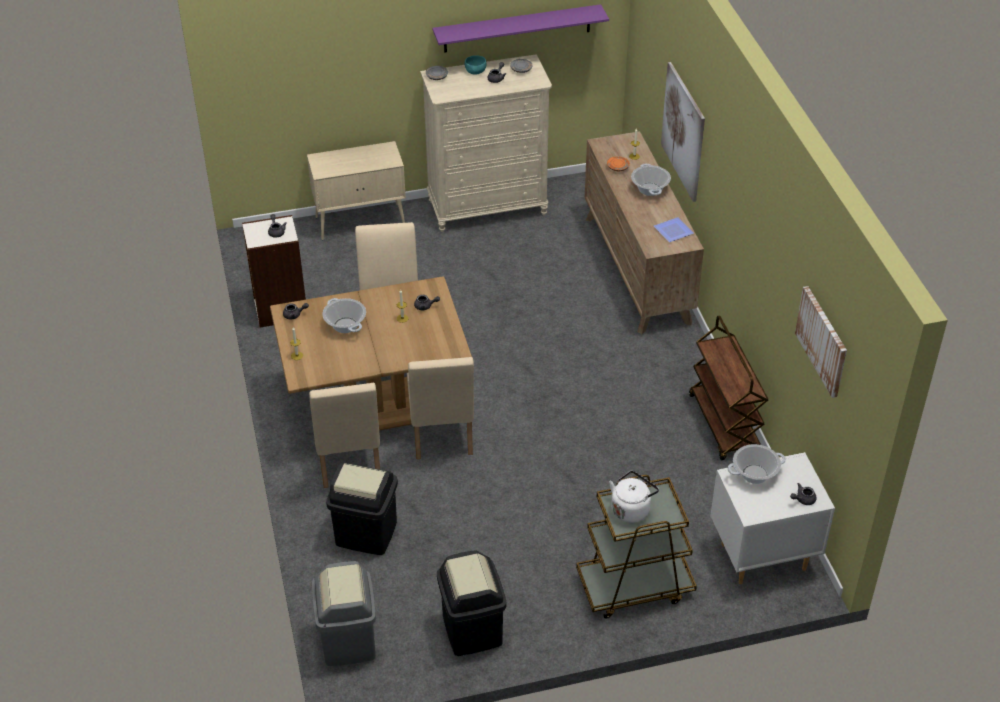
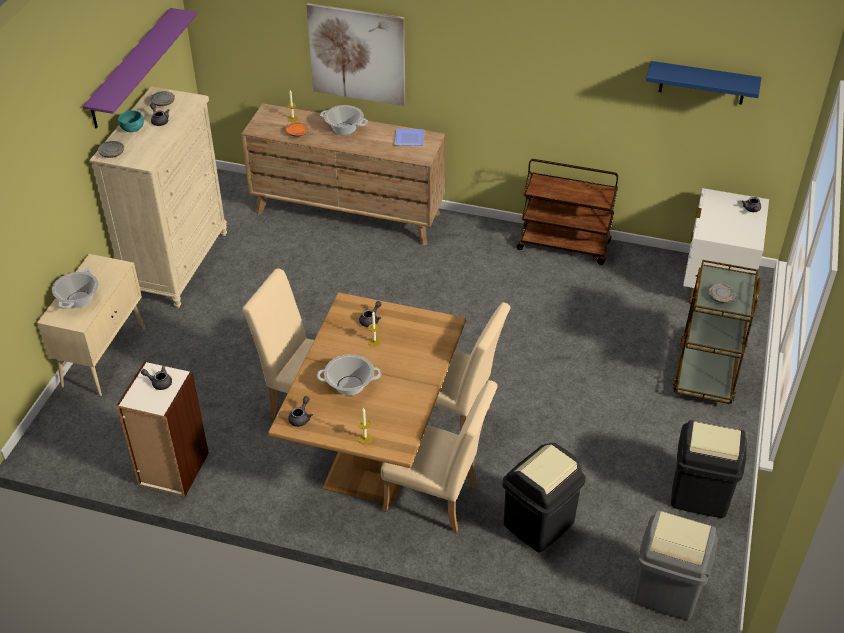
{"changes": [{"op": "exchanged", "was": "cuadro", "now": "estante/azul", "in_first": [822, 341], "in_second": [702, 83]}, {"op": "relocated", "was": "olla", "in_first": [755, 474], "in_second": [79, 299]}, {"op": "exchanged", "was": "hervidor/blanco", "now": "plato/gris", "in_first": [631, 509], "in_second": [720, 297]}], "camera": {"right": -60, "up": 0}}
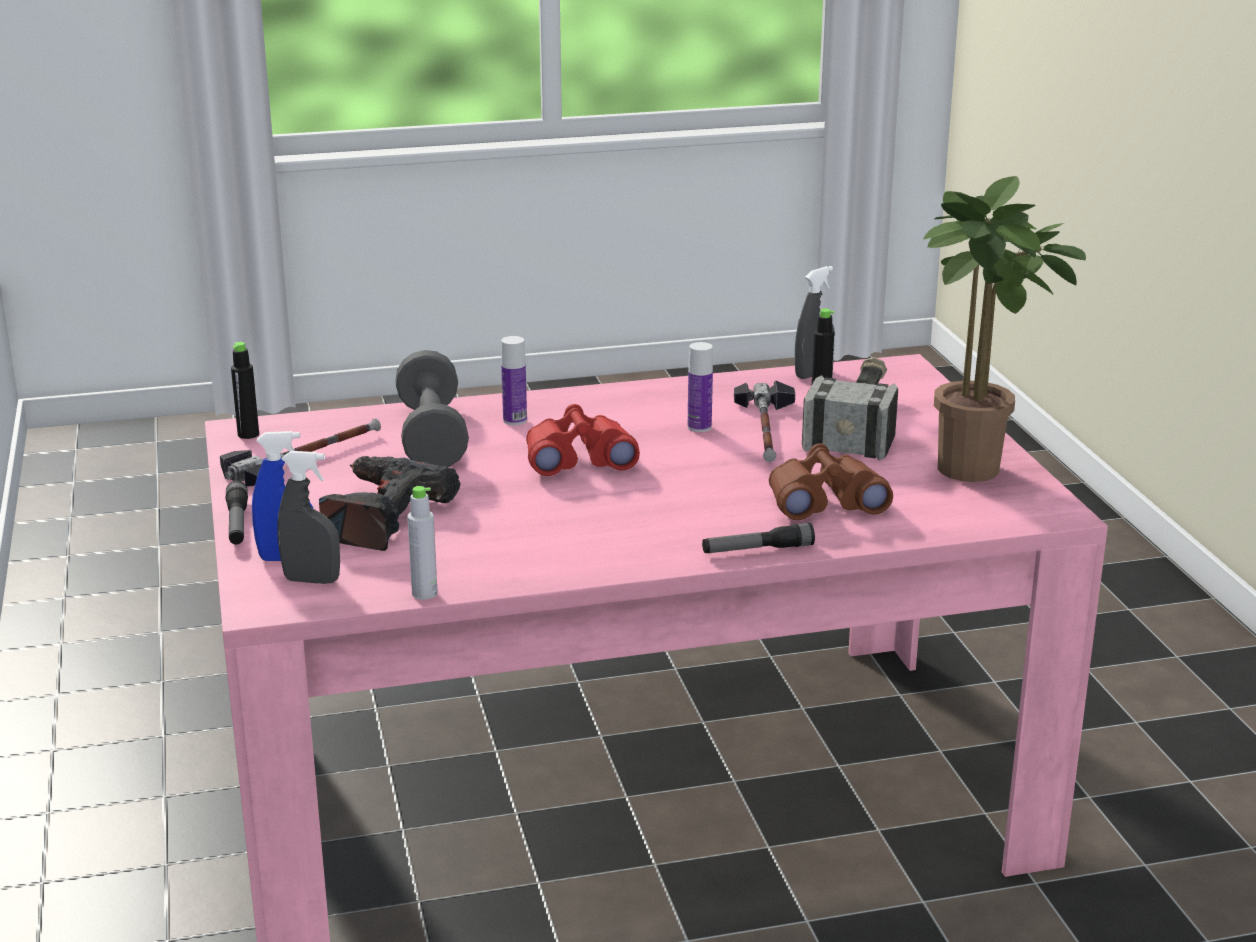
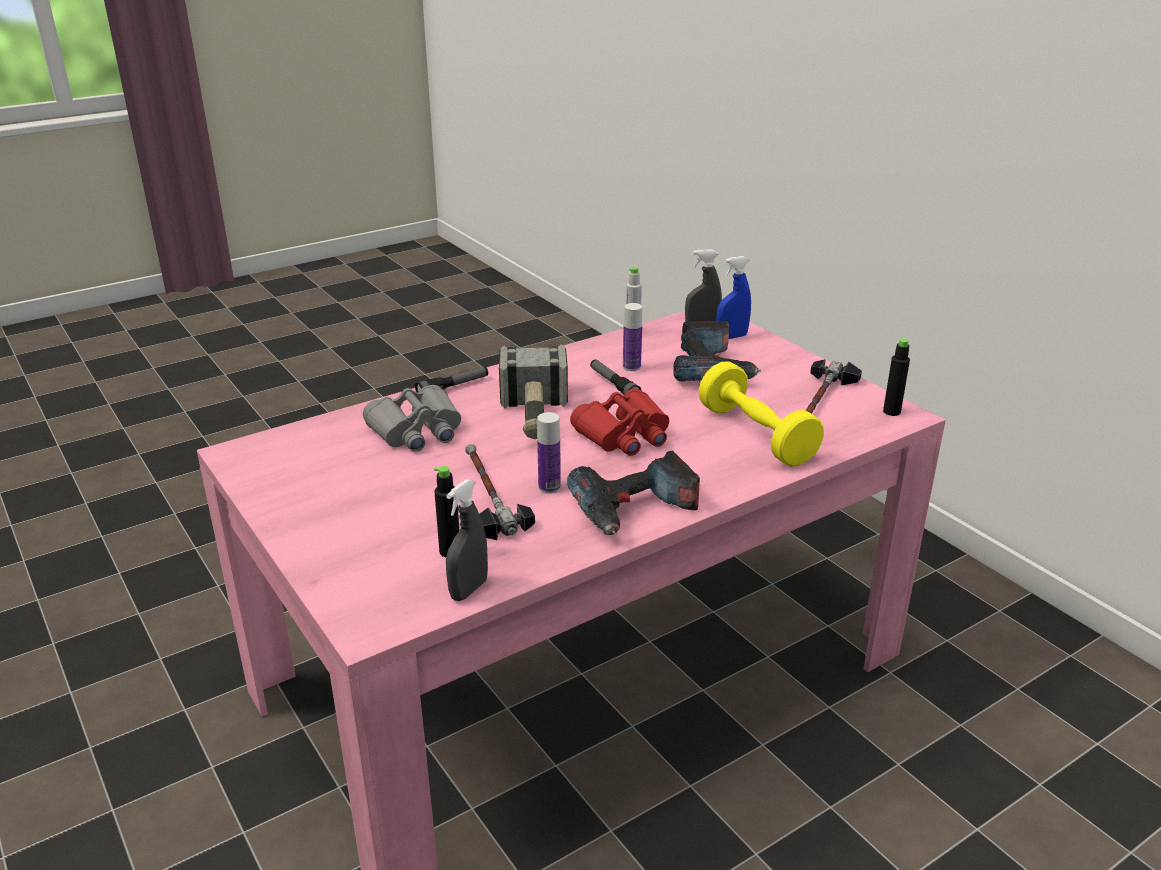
{"changes": [{"op": "missing", "was": "planta en maceta", "in_first": [975, 473]}, {"op": "relocated", "was": "botella", "in_first": [515, 420], "in_second": [631, 367]}, {"op": "colour", "was": "mancuerna/gris", "now": "mancuerna/amarillo", "in_first": [432, 437], "in_second": [756, 435]}, {"op": "relocated", "was": "martillo", "in_first": [858, 423], "in_second": [534, 415]}, {"op": "colour", "was": "prismáticos/marrón", "now": "prismáticos/gris", "in_first": [824, 501], "in_second": [417, 431]}, {"op": "relocated", "was": "linterna", "in_first": [237, 523], "in_second": [614, 385]}, {"op": "appeared", "now": "taladro", "in_second": [634, 510]}], "camera": {"right": 160, "up": 5}}
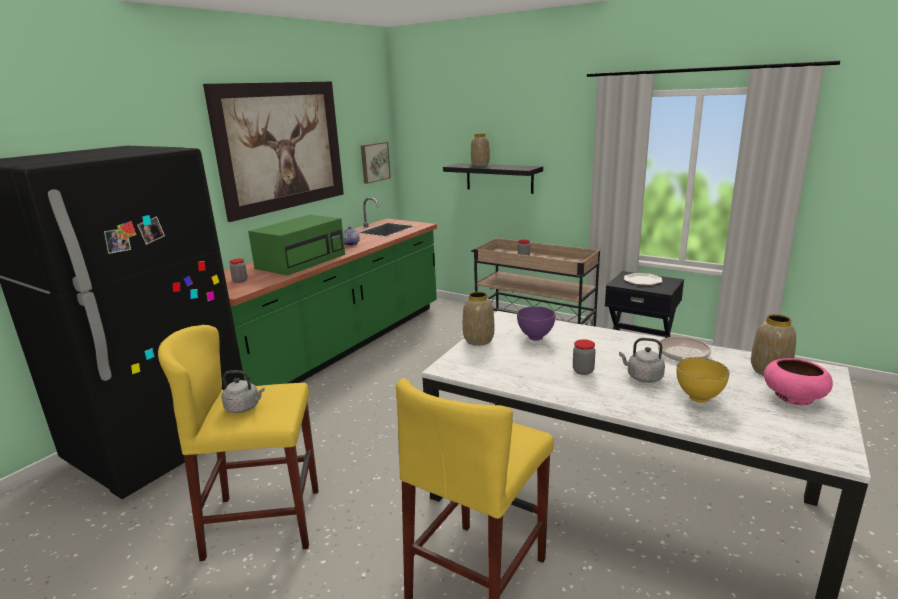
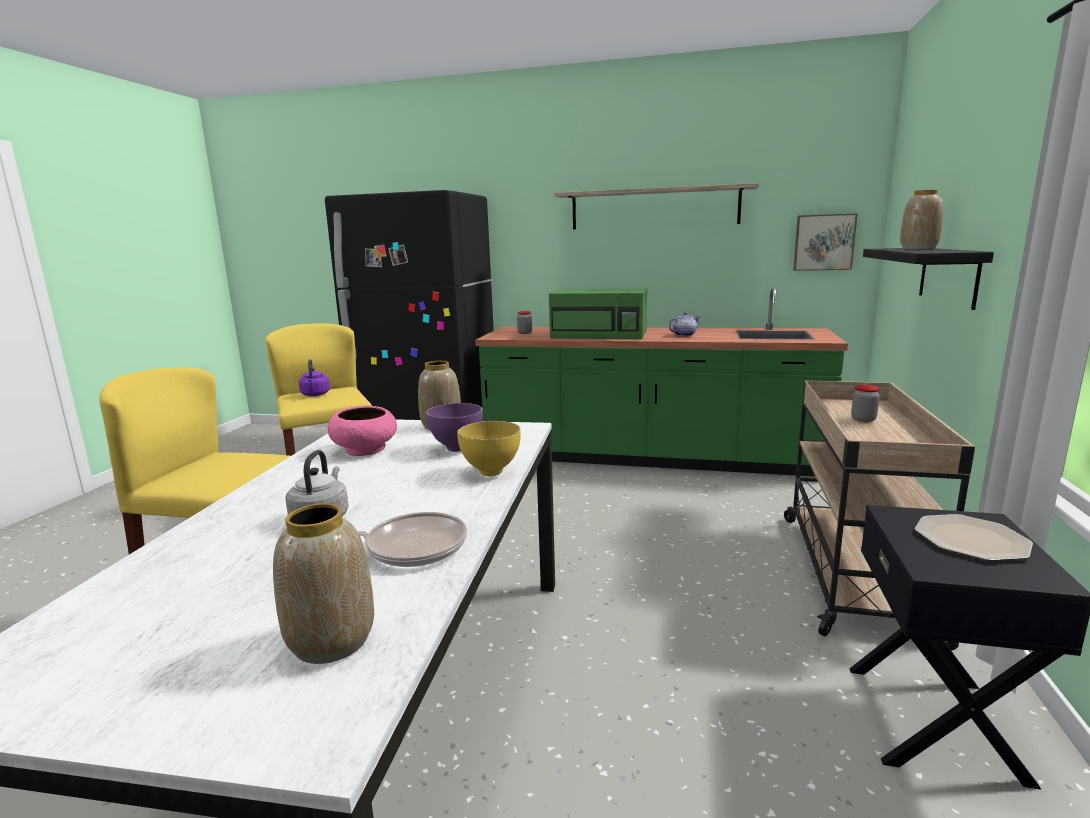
{"changes": [{"op": "exchanged", "was": "cuadro", "now": "estante", "in_first": [281, 146], "in_second": [654, 208]}, {"op": "missing", "was": "tarro", "in_first": [583, 371]}, {"op": "relocated", "was": "cuenco/amarillo", "in_first": [697, 398], "in_second": [492, 472]}, {"op": "relocated", "was": "cuenco/rosa", "in_first": [793, 397], "in_second": [366, 449]}, {"op": "colour", "was": "hervidor/gris", "now": "hervidor/morado", "in_first": [244, 407], "in_second": [315, 395]}], "camera": {"right": 70, "up": -5}}
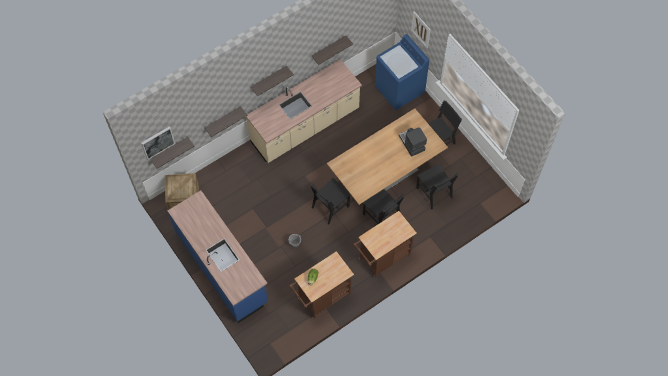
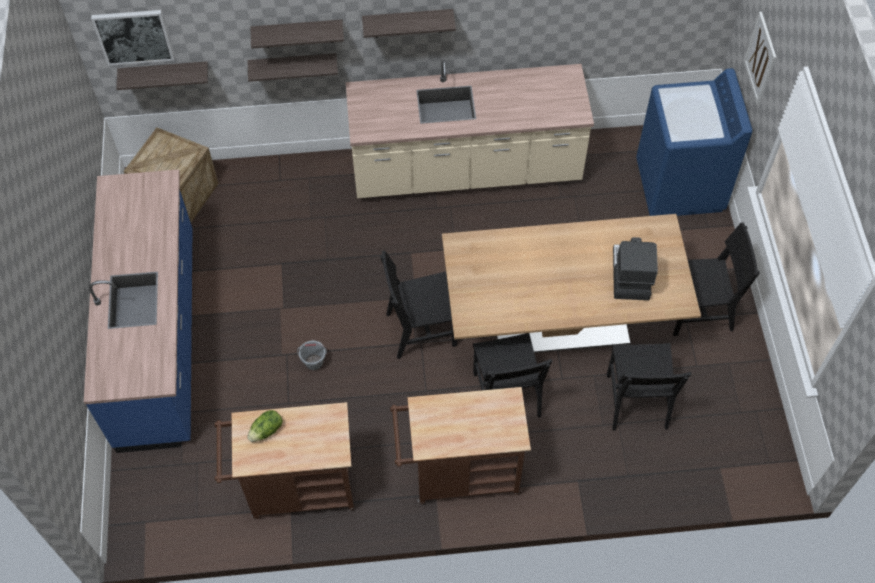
{"changes": [{"op": "relocated", "was": "estante", "in_first": [328, 49], "in_second": [298, 33]}], "camera": {"right": 30, "up": -5}}
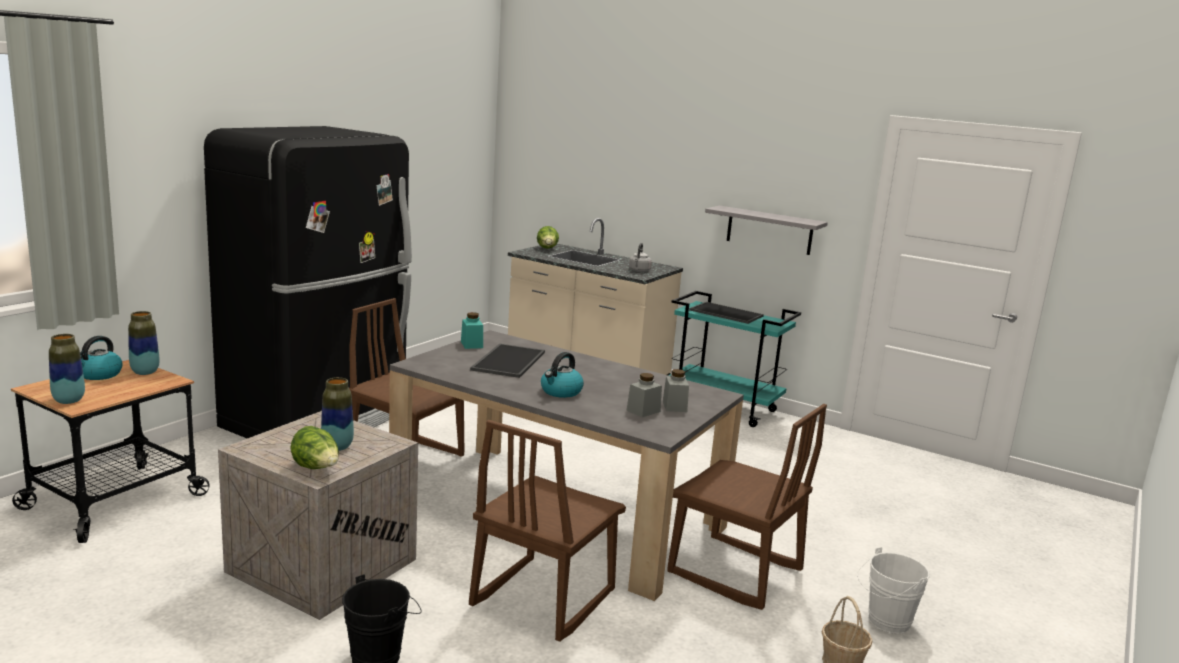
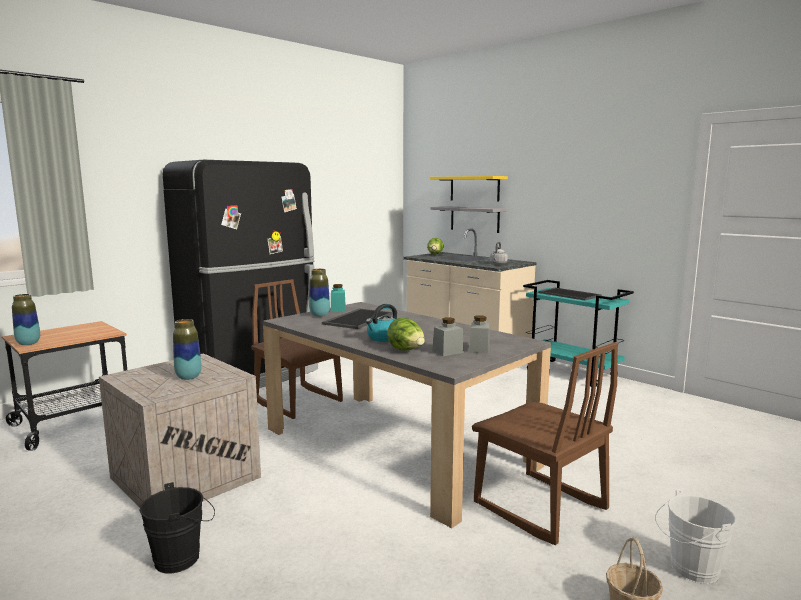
{"changes": [{"op": "relocated", "was": "estante/gris", "in_first": [769, 230], "in_second": [474, 219]}, {"op": "relocated", "was": "florero", "in_first": [145, 372], "in_second": [319, 315]}, {"op": "missing", "was": "hervidor", "in_first": [99, 375]}, {"op": "missing", "was": "silla/marrón", "in_first": [542, 598]}, {"op": "relocated", "was": "lechuga", "in_first": [316, 468], "in_second": [407, 351]}, {"op": "appeared", "now": "estante/amarillo", "in_second": [474, 188]}], "camera": {"right": 15, "up": -5}}
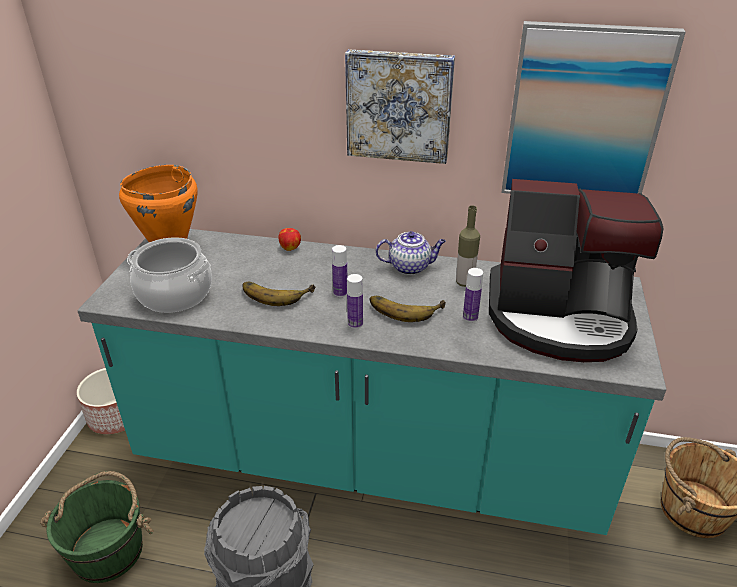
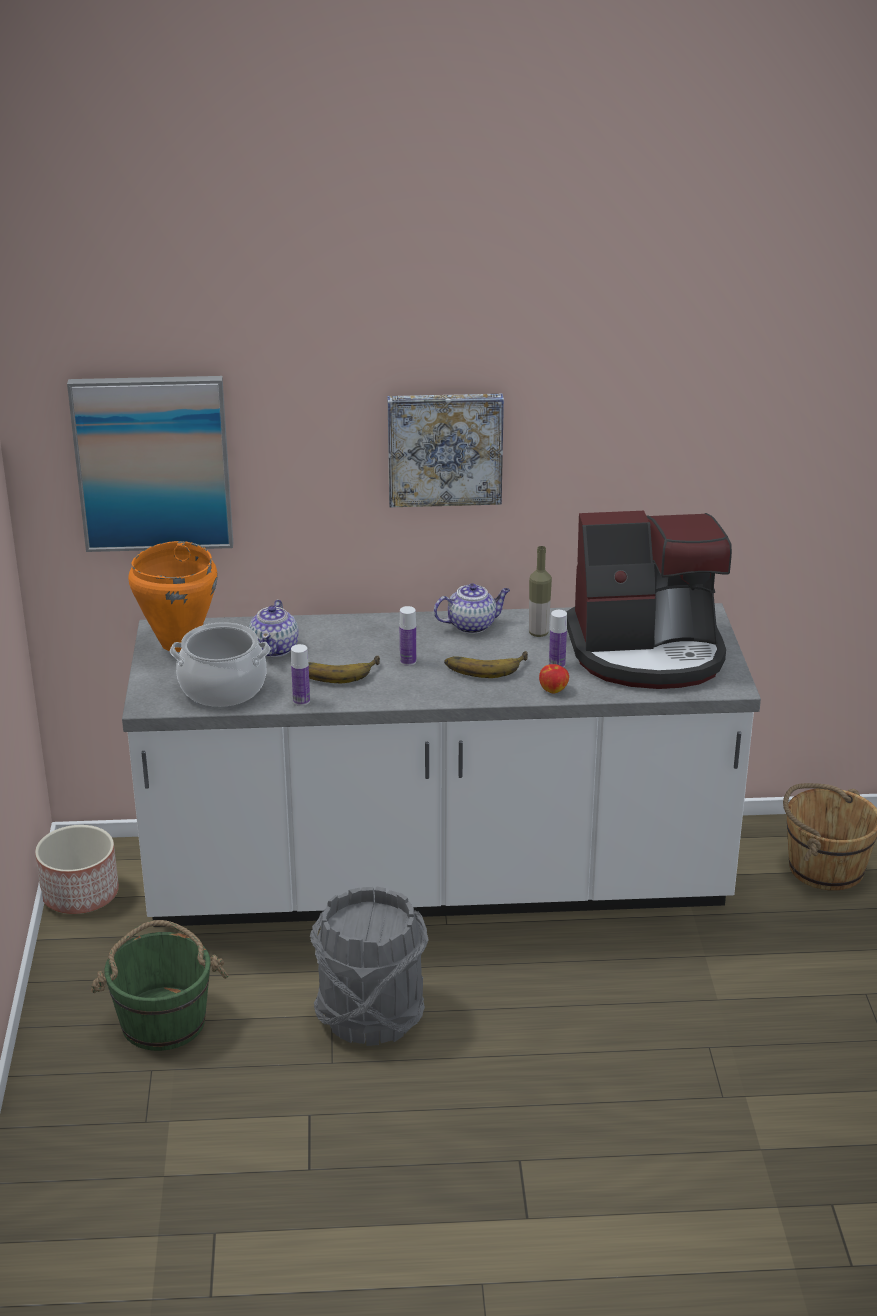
{"changes": [{"op": "relocated", "was": "cuadro", "in_first": [583, 116], "in_second": [153, 463]}, {"op": "relocated", "was": "manzana", "in_first": [290, 248], "in_second": [553, 689]}, {"op": "colour", "was": "mueble bajo de cocina/turquesa", "now": "mueble bajo de cocina/blanco", "in_first": [368, 460], "in_second": [438, 884]}, {"op": "relocated", "was": "botella", "in_first": [355, 324], "in_second": [301, 701]}, {"op": "appeared", "now": "tetera", "in_second": [275, 648]}], "camera": {"right": -15, "up": -5}}
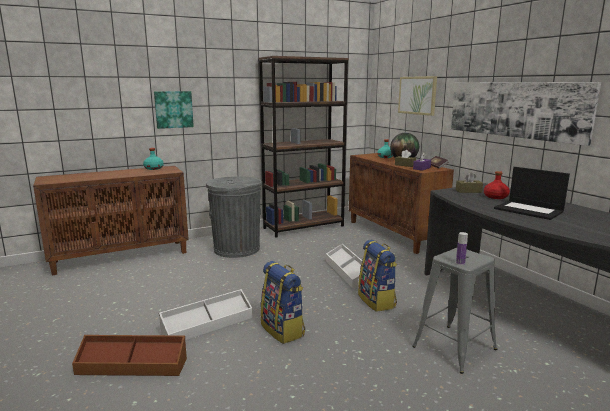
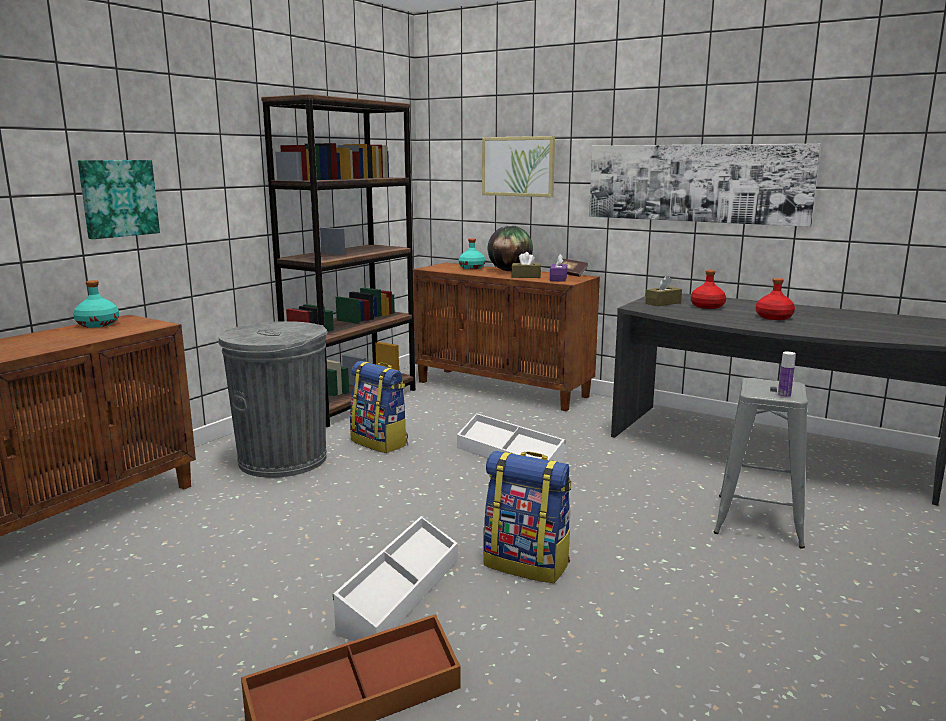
{"changes": [{"op": "exchanged", "was": "portátil", "now": "botella/rojo", "in_first": [529, 210], "in_second": [774, 317]}, {"op": "relocated", "was": "mochila", "in_first": [377, 301], "in_second": [380, 442]}], "camera": {"right": -30, "up": 0}}
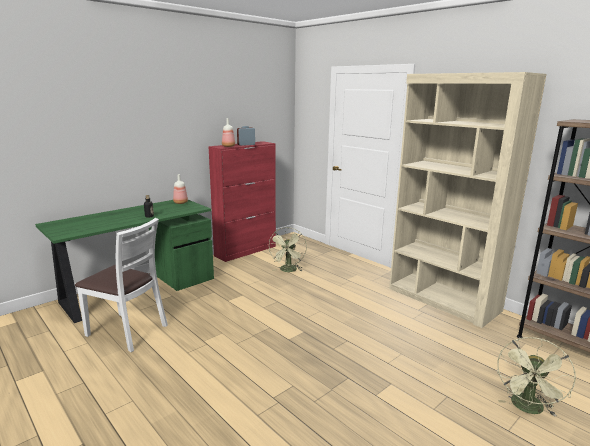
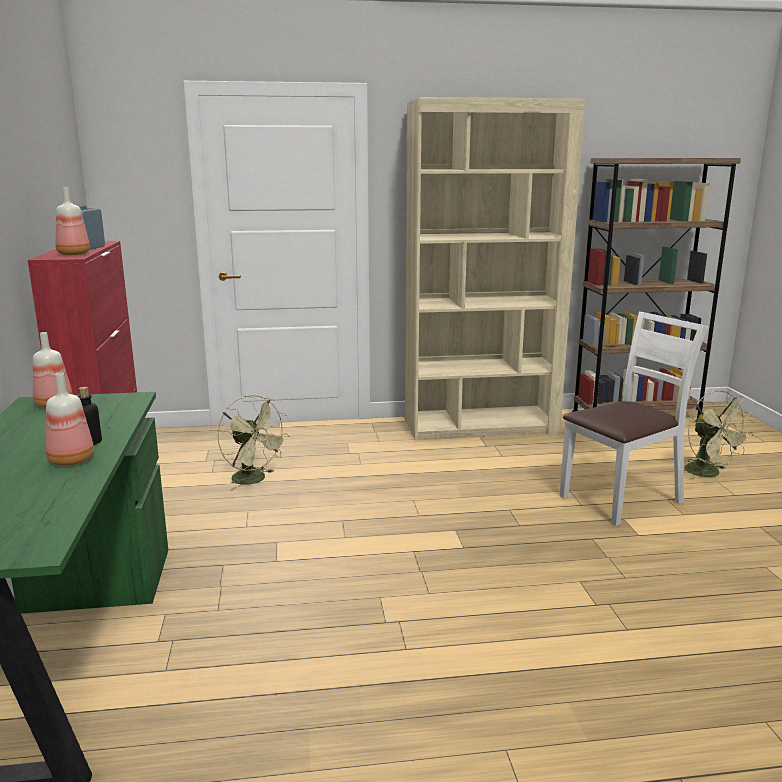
{"changes": [{"op": "relocated", "was": "silla/blanco", "in_first": [127, 331], "in_second": [621, 498]}, {"op": "appeared", "now": "botella", "in_second": [72, 461]}], "camera": {"right": -55, "up": 0}}
